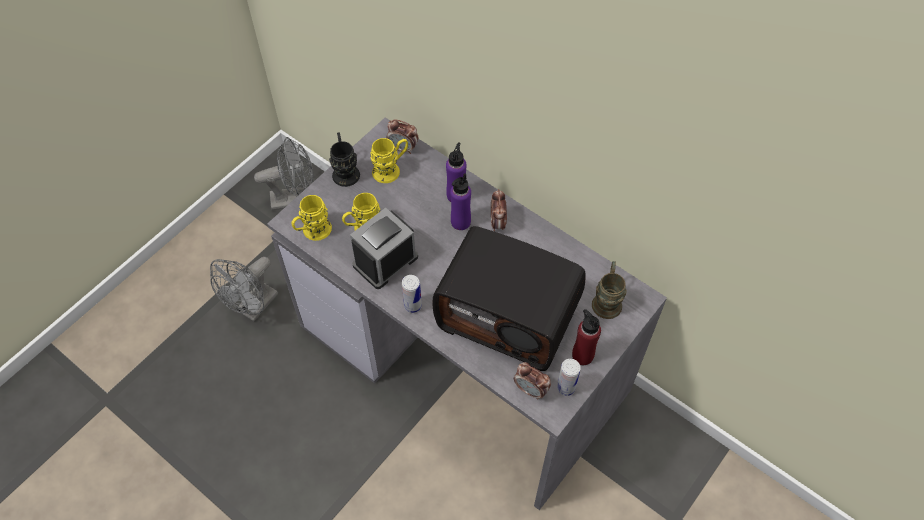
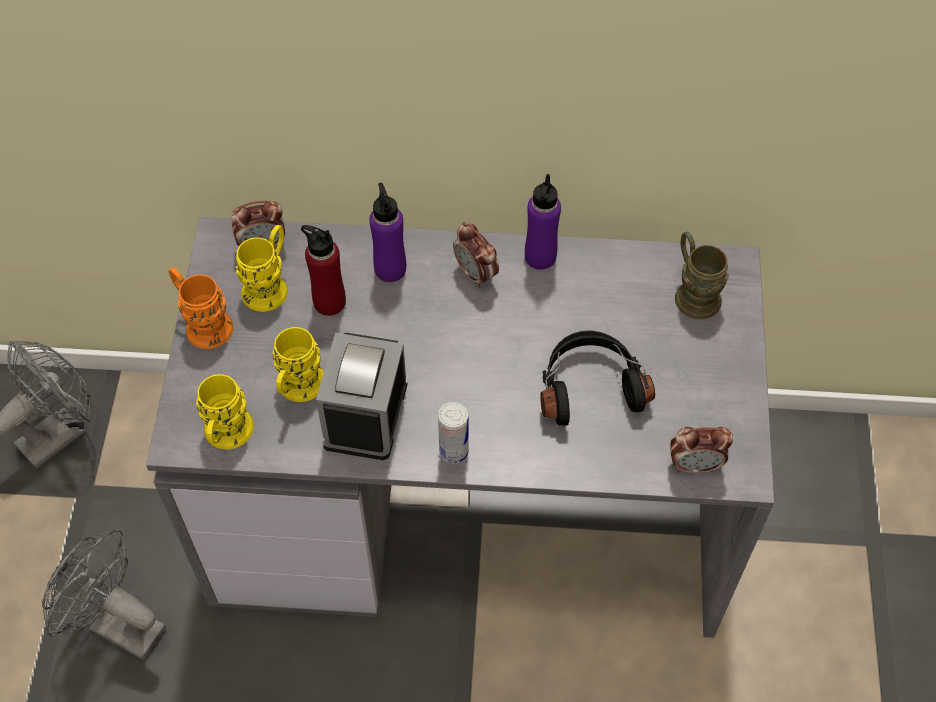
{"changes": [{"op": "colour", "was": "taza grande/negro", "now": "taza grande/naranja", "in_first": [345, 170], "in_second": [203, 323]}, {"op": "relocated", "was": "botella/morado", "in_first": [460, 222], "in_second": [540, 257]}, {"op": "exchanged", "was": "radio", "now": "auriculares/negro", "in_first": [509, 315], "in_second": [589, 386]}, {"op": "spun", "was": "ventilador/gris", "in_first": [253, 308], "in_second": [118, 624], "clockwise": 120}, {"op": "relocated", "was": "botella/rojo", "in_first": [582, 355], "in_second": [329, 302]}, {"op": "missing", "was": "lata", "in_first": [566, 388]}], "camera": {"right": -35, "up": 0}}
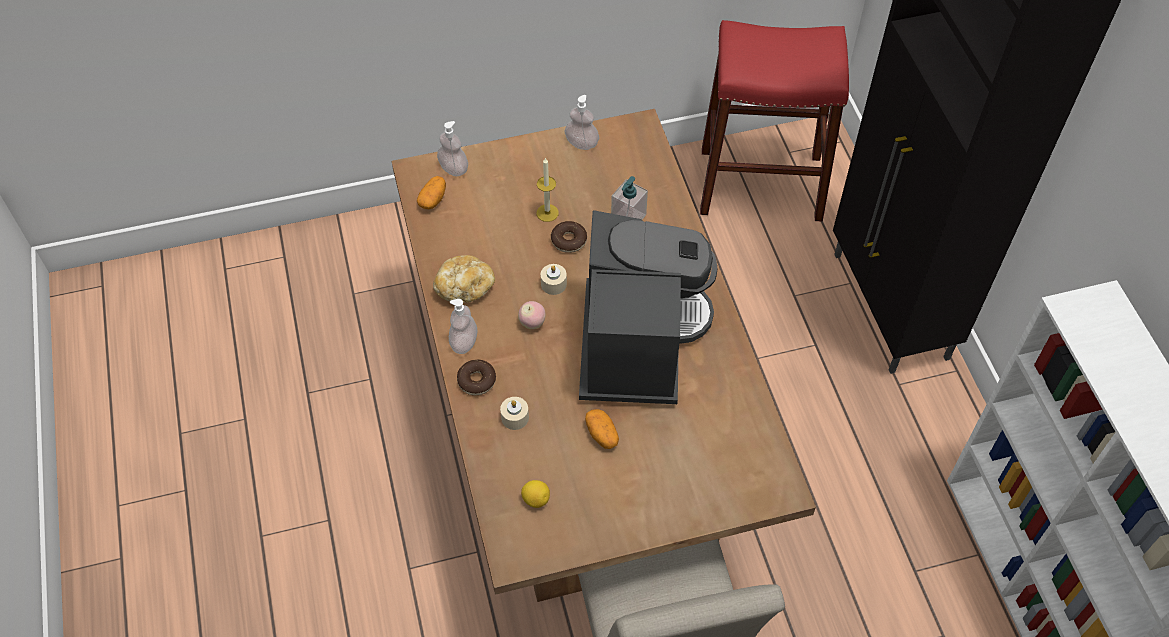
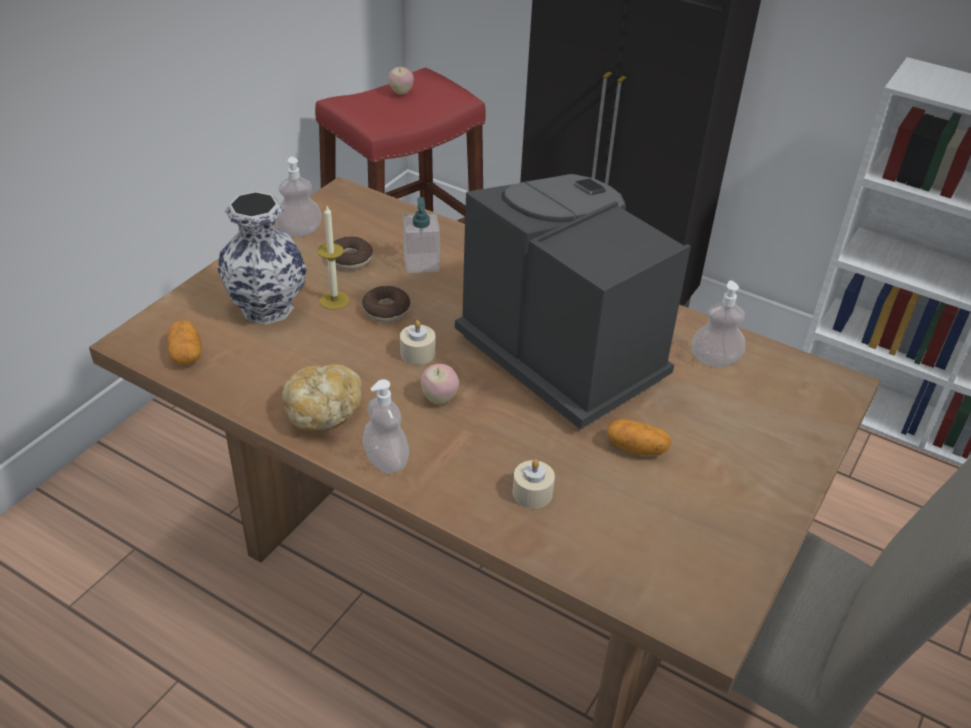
{"changes": [{"op": "relocated", "was": "dispensador de jabón", "in_first": [453, 168], "in_second": [714, 360]}, {"op": "relocated", "was": "rosquilla", "in_first": [477, 381], "in_second": [350, 259]}, {"op": "missing", "was": "limón", "in_first": [536, 499]}, {"op": "appeared", "now": "manzana", "in_second": [401, 92]}, {"op": "appeared", "now": "florero", "in_second": [266, 307]}], "camera": {"right": -45, "up": -15}}
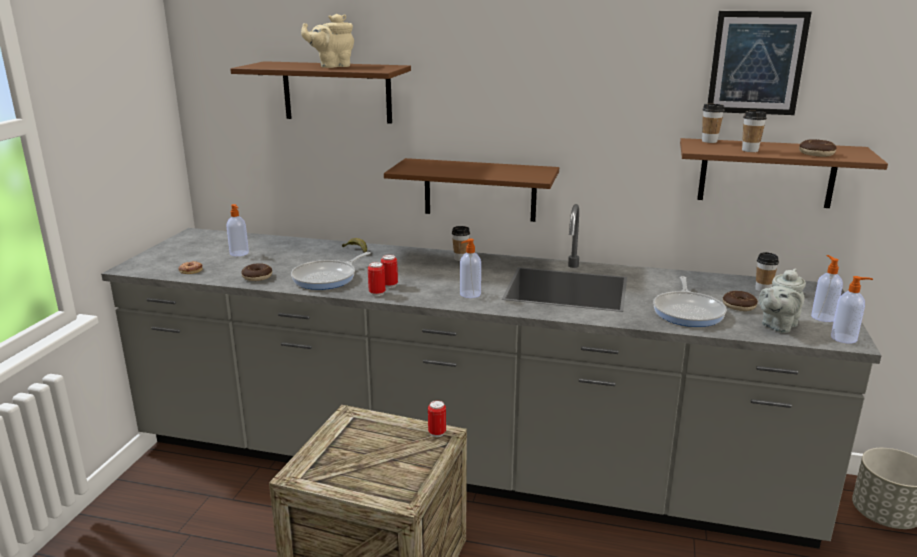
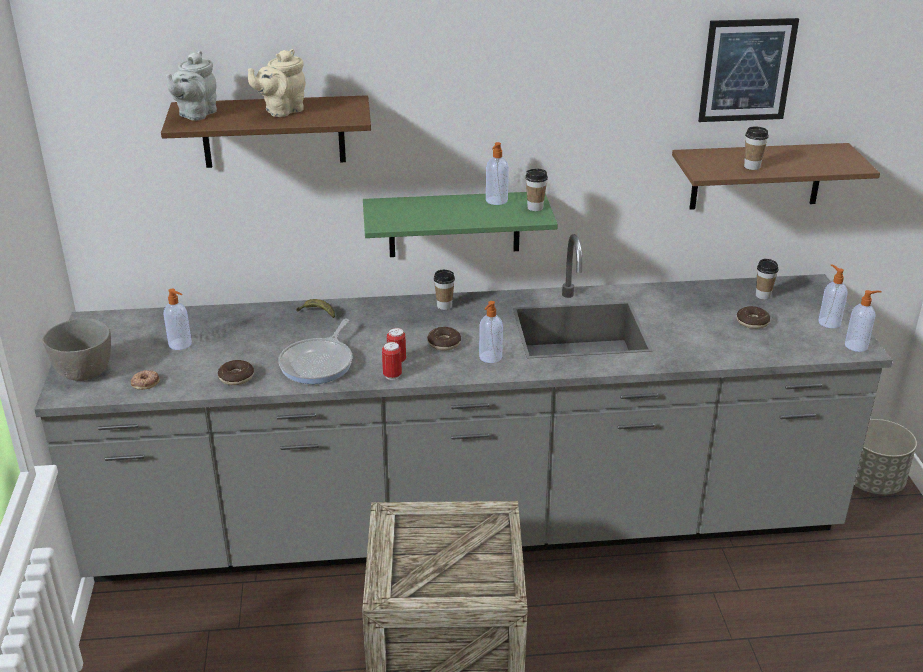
{"changes": [{"op": "relocated", "was": "taza", "in_first": [709, 141], "in_second": [535, 208]}, {"op": "relocated", "was": "rosquilla", "in_first": [816, 154], "in_second": [444, 343]}, {"op": "colour", "was": "estante/marrón", "now": "estante/verde", "in_first": [480, 190], "in_second": [454, 224]}, {"op": "relocated", "was": "tetera/gris", "in_first": [777, 326], "in_second": [195, 114]}, {"op": "missing", "was": "sartén", "in_first": [688, 312]}, {"op": "missing", "was": "lata", "in_first": [437, 433]}, {"op": "appeared", "now": "dispensador de jabón", "in_second": [496, 201]}, {"op": "appeared", "now": "cuenco/gris", "in_second": [85, 372]}], "camera": {"right": -20, "up": 10}}
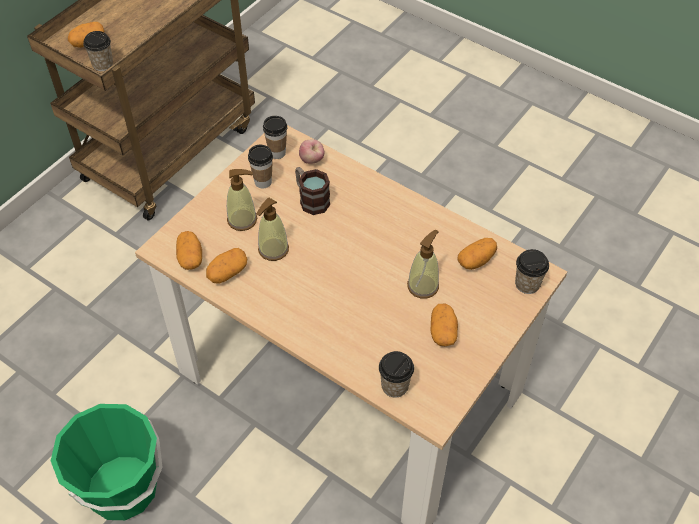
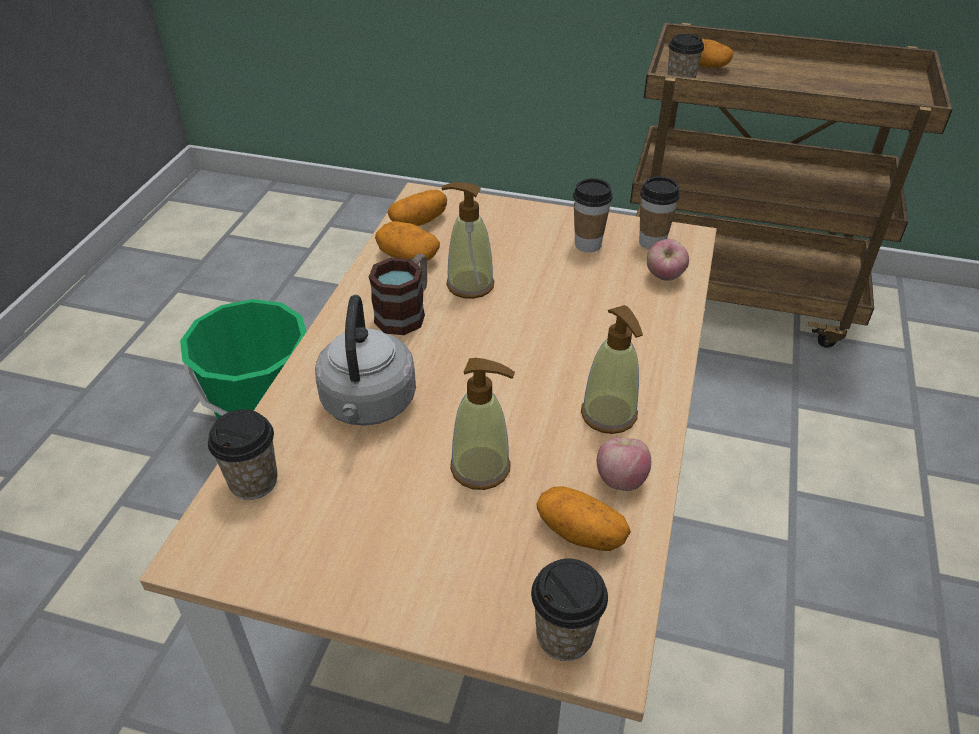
{"changes": [{"op": "relocated", "was": "taza grande", "in_first": [310, 199], "in_second": [406, 312]}, {"op": "relocated", "was": "dispensador de jabón", "in_first": [242, 220], "in_second": [609, 415]}, {"op": "missing", "was": "patata", "in_first": [443, 332]}, {"op": "appeared", "now": "hervidor/gris", "in_second": [368, 405]}, {"op": "appeared", "now": "manzana", "in_second": [620, 479]}], "camera": {"right": 70, "up": -10}}
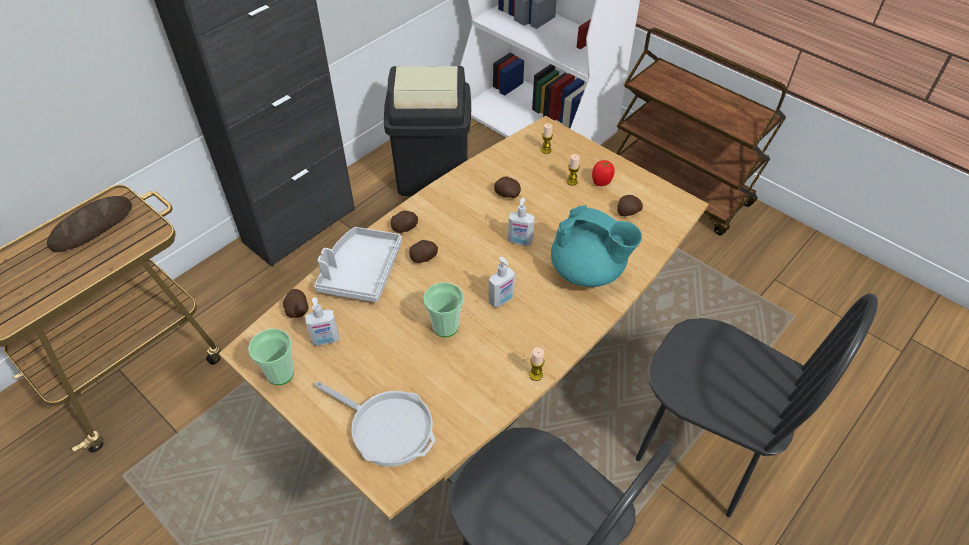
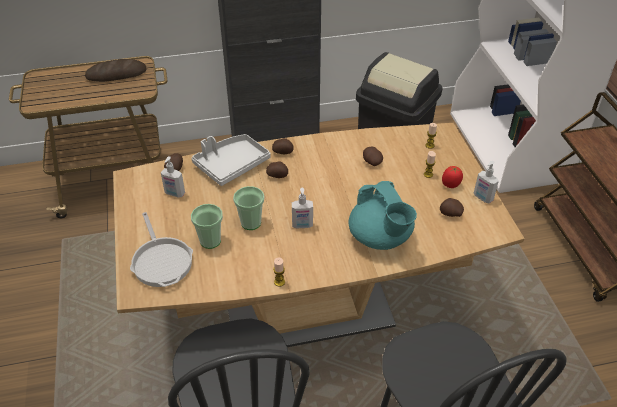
{"changes": [{"op": "relocated", "was": "dispensador de jabón", "in_first": [520, 241], "in_second": [482, 198]}, {"op": "relocated", "was": "taza", "in_first": [280, 373], "in_second": [210, 241]}], "camera": {"right": 35, "up": -5}}
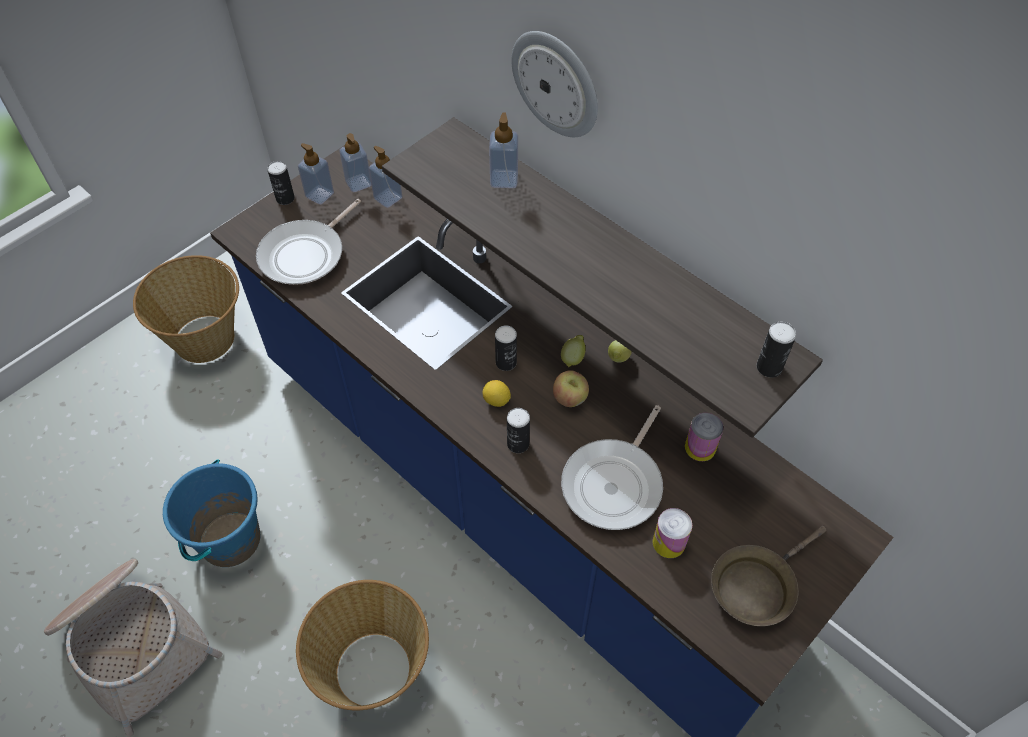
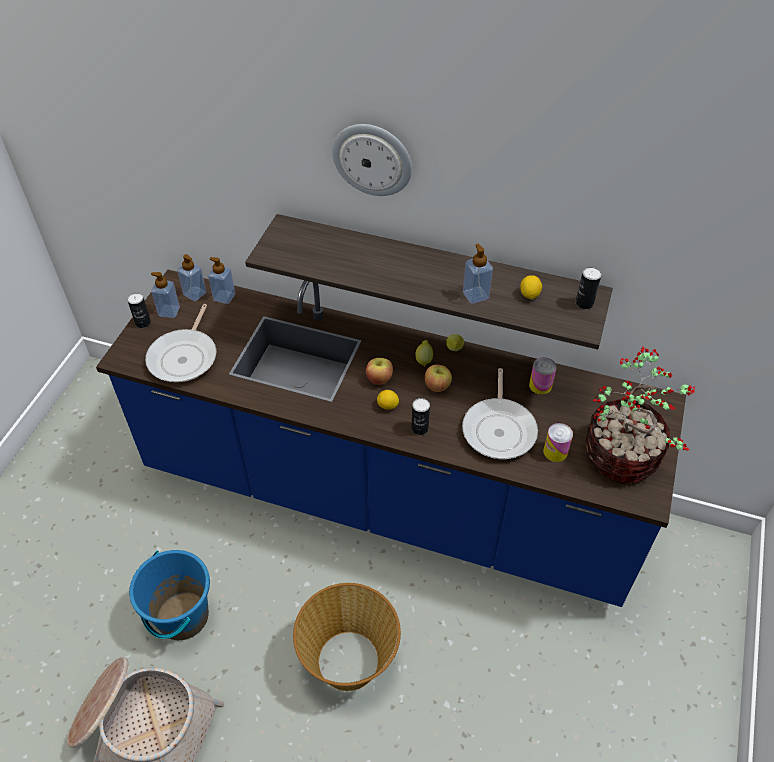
{"changes": [{"op": "relocated", "was": "dispensador de jabón", "in_first": [504, 179], "in_second": [475, 295]}, {"op": "missing", "was": "cesta", "in_first": [205, 338]}, {"op": "exchanged", "was": "lata", "now": "manzana", "in_first": [506, 362], "in_second": [379, 379]}, {"op": "exchanged", "was": "sartén/marrón", "now": "planta en maceta", "in_first": [756, 585], "in_second": [623, 456]}, {"op": "appeared", "now": "limón", "in_second": [529, 295]}], "camera": {"right": -25, "up": -5}}
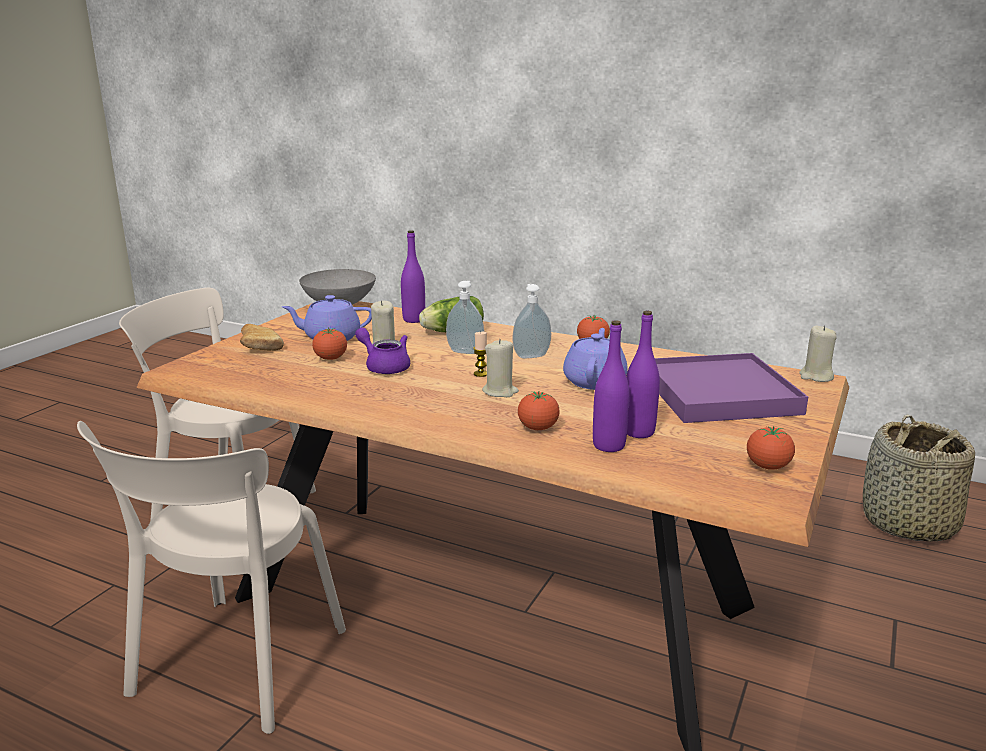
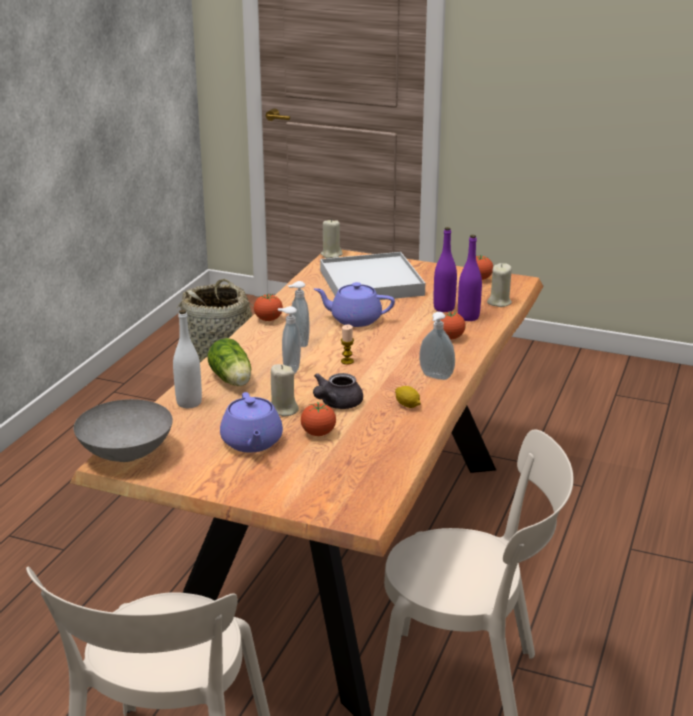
{"changes": [{"op": "colour", "was": "botella/morado", "now": "botella/blanco", "in_first": [414, 320], "in_second": [189, 403]}, {"op": "missing", "was": "pan", "in_first": [259, 346]}, {"op": "colour", "was": "tetera/morado", "now": "tetera/gris", "in_first": [384, 366], "in_second": [336, 404]}, {"op": "relocated", "was": "vela/beis", "in_first": [500, 392], "in_second": [499, 302]}, {"op": "colour", "was": "bandeja/morado", "now": "bandeja/blanco", "in_first": [720, 394], "in_second": [371, 283]}, {"op": "appeared", "now": "dispensador de jabón", "in_second": [435, 377]}, {"op": "appeared", "now": "limón", "in_second": [407, 405]}], "camera": {"right": -95, "up": 5}}
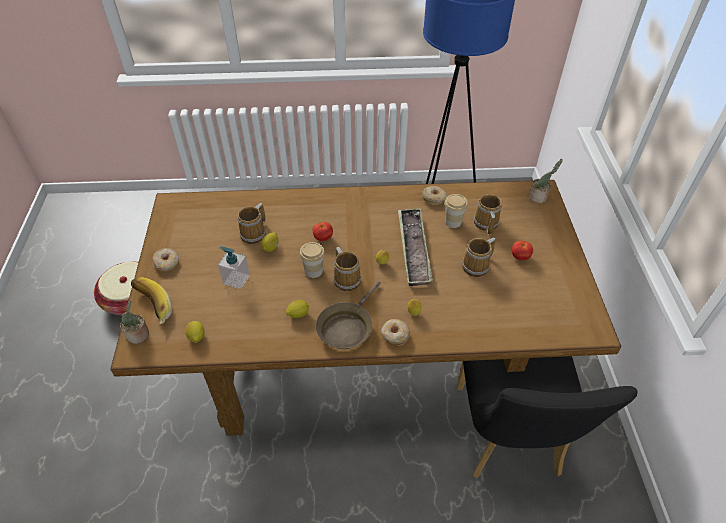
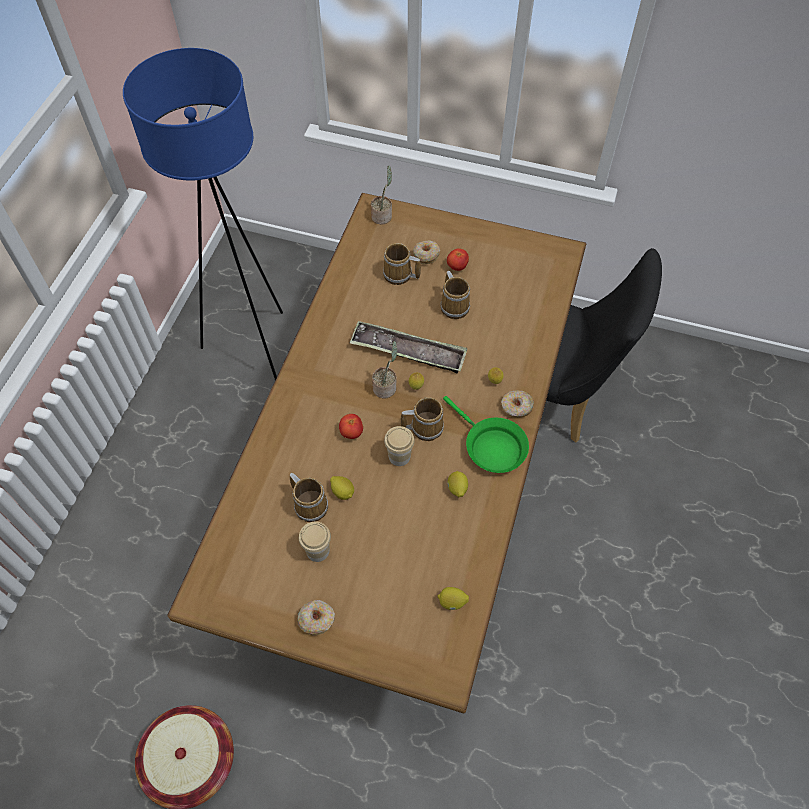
{"changes": [{"op": "relocated", "was": "rosquilla", "in_first": [434, 198], "in_second": [426, 255]}, {"op": "relocated", "was": "taza", "in_first": [453, 222], "in_second": [317, 550]}, {"op": "missing", "was": "dispensador de jabón", "in_first": [236, 279]}, {"op": "missing", "was": "plátano", "in_first": [151, 307]}, {"op": "colour", "was": "sartén/marrón", "now": "sartén/verde", "in_first": [347, 327], "in_second": [491, 446]}, {"op": "relocated", "was": "planta en maceta", "in_first": [139, 335], "in_second": [386, 387]}], "camera": {"right": -70, "up": 10}}
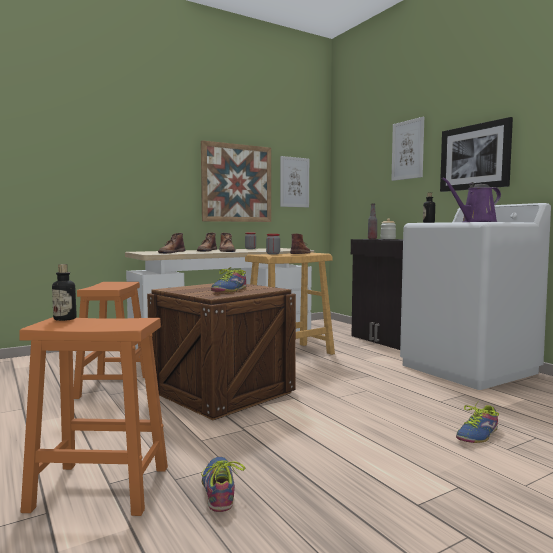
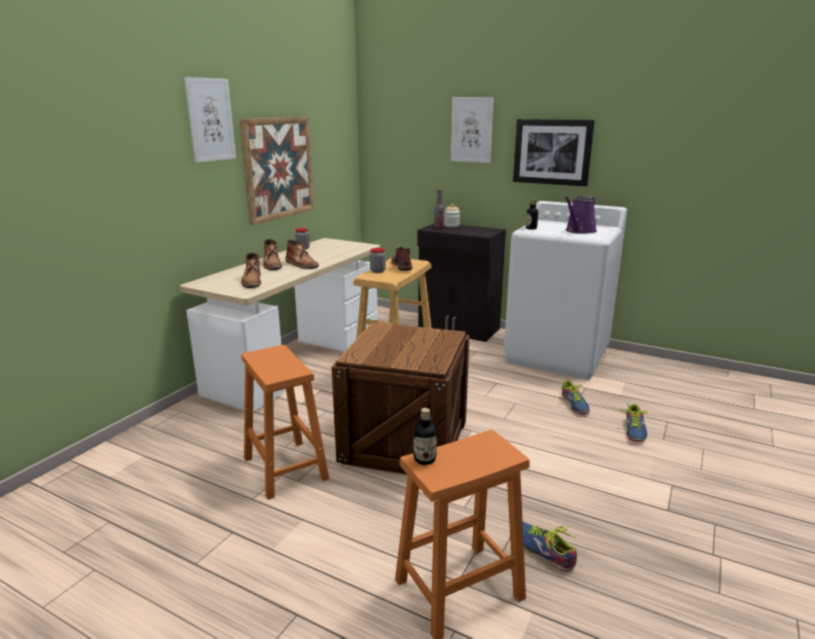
{"changes": [{"op": "relocated", "was": "cuadro", "in_first": [294, 182], "in_second": [210, 120]}, {"op": "relocated", "was": "zapato", "in_first": [230, 290], "in_second": [575, 404]}], "camera": {"right": -30, "up": 15}}
